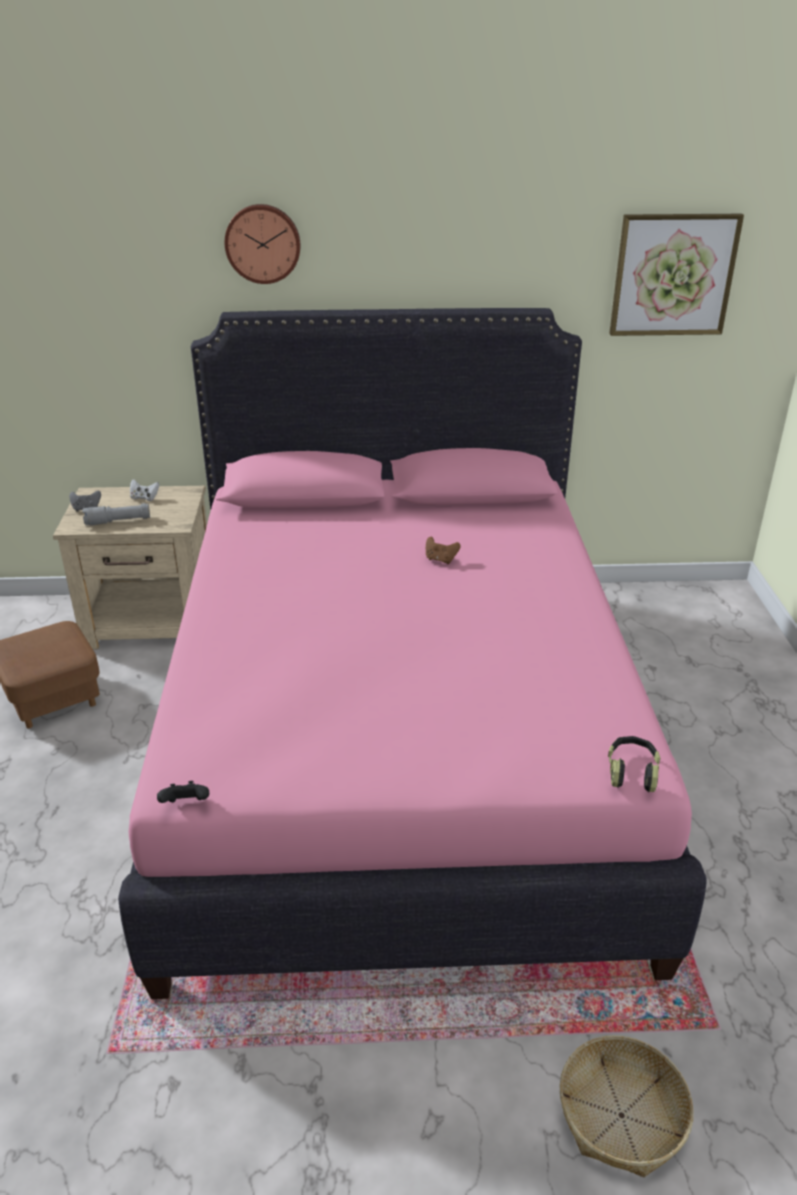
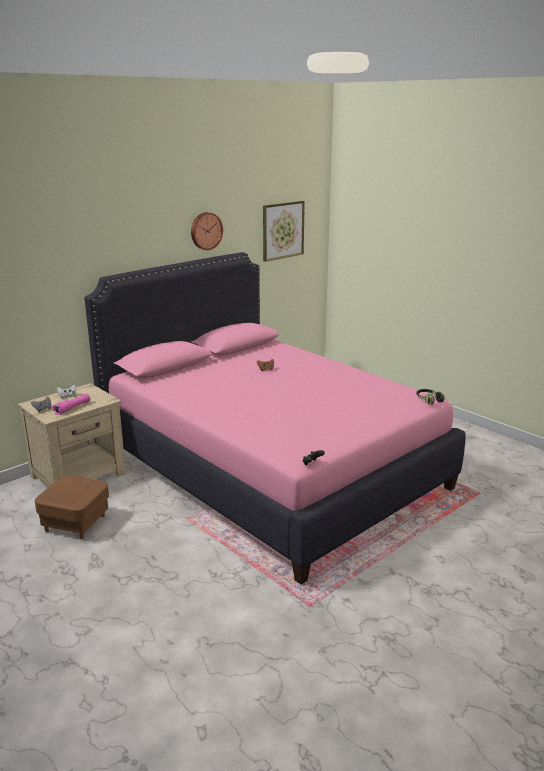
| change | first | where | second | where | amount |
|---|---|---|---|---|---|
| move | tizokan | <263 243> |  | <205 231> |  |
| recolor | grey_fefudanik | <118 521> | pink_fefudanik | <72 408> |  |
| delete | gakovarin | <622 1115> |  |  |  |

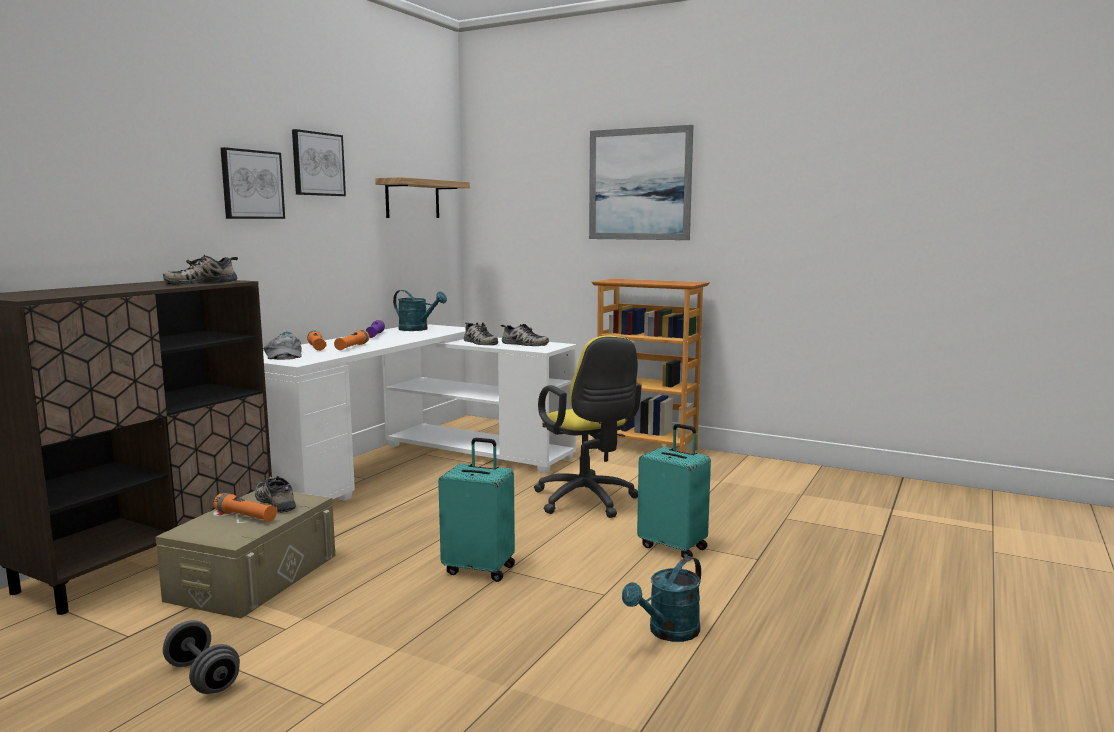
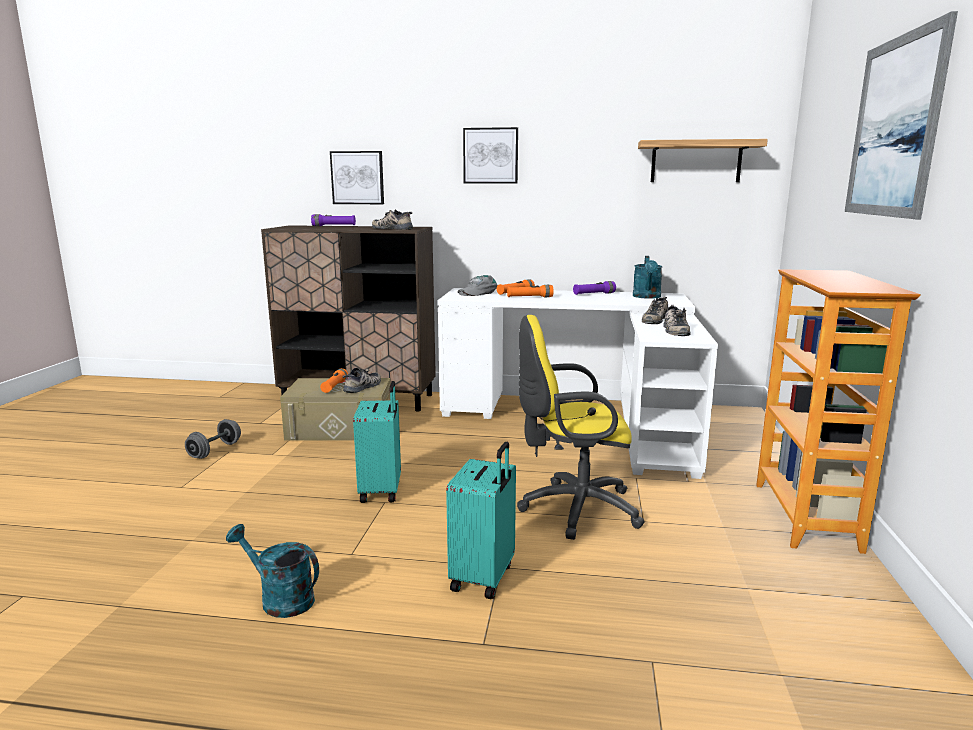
| change | first | where | second | where | amount |
|---|---|---|---|---|---|
| move | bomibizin | <317 164> |  | <357 178> |  |
| rotate | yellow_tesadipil | <587 502> |  | <573 509> | 45 degrees clockwise |
| insert |  |  | purple_fefudanik | <333 226> |  |

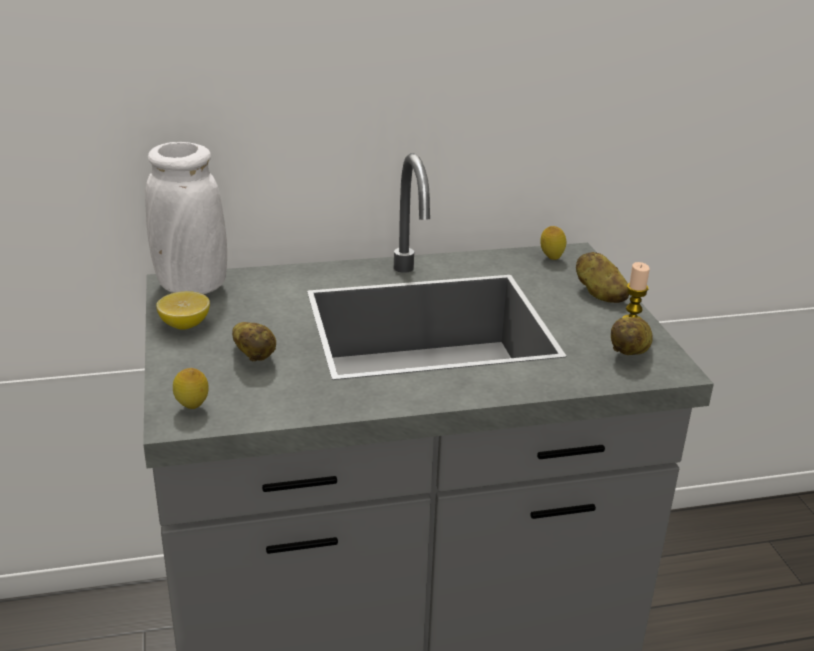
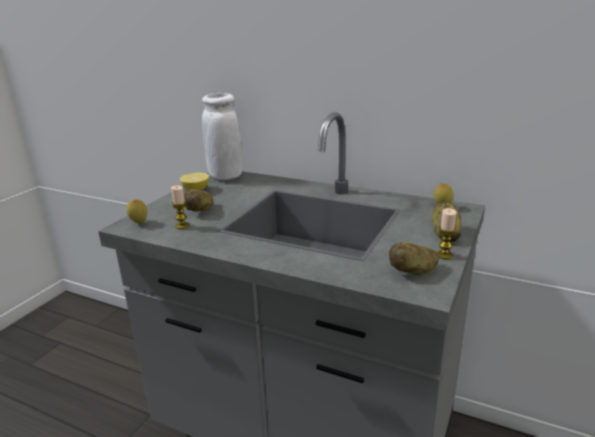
| change | first | where | second | where | amount |
|---|---|---|---|---|---|
| insert |  |  | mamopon | <182 226> |  |

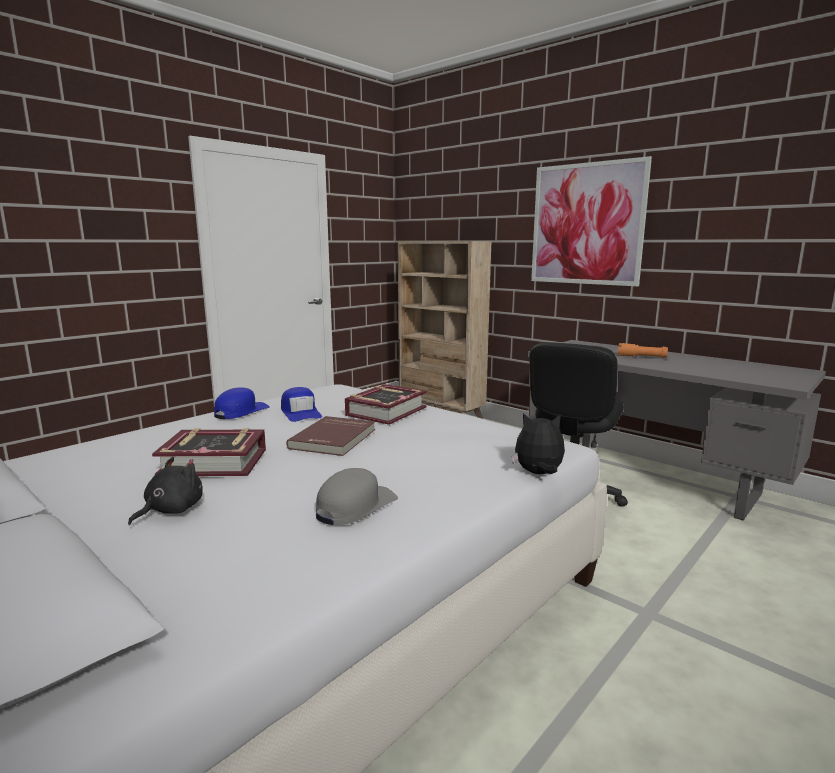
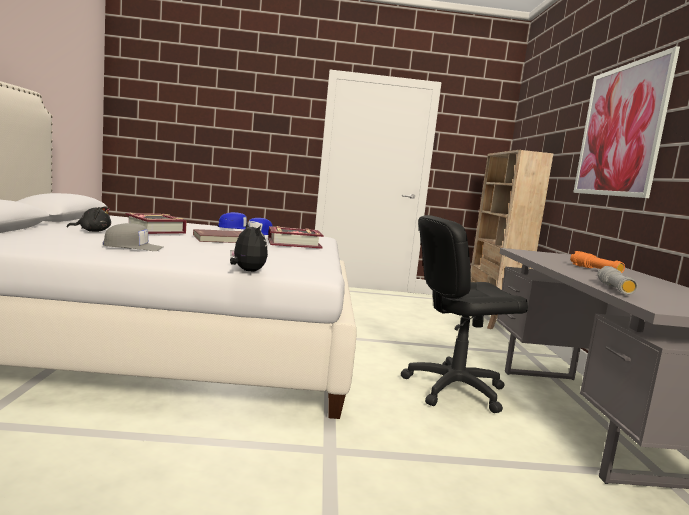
| change | first | where | second | where | amount |
|---|---|---|---|---|---|
| insert |  |  | grey_fefudanik | <615 289> |  |

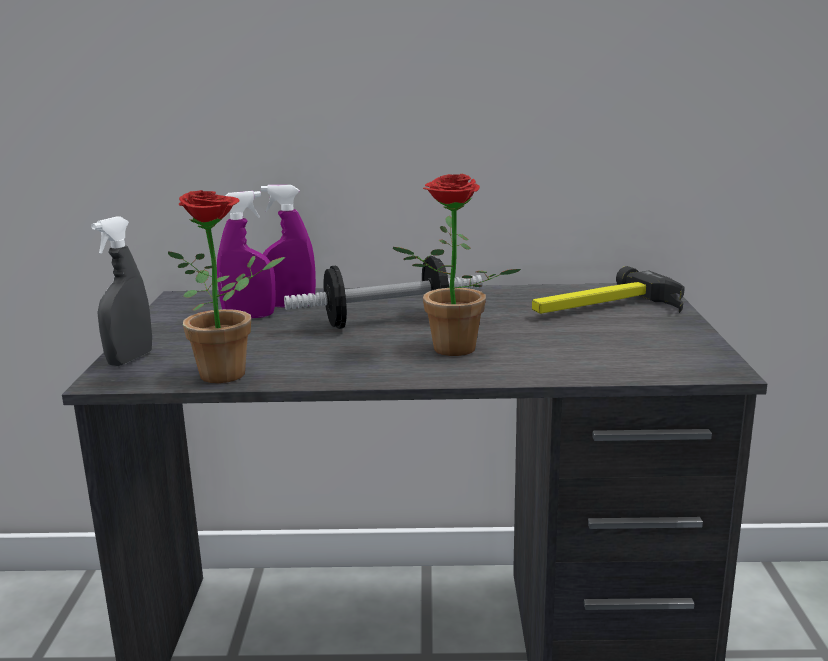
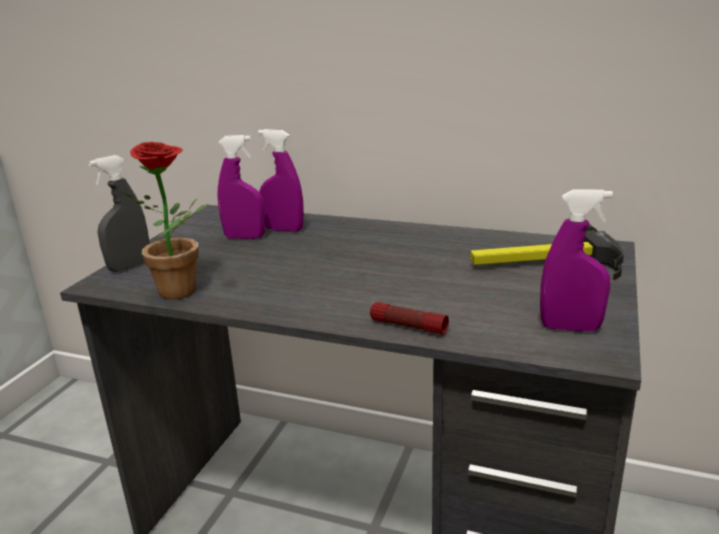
| change | first | where | second | where | amount |
|---|---|---|---|---|---|
| delete | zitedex | <449 351> |  |  |  |
| delete | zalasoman | <386 321> |  |  |  |
| insert |  |  | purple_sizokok | <570 328> |  |
| insert |  |  | fefudanik | <408 326> |  |

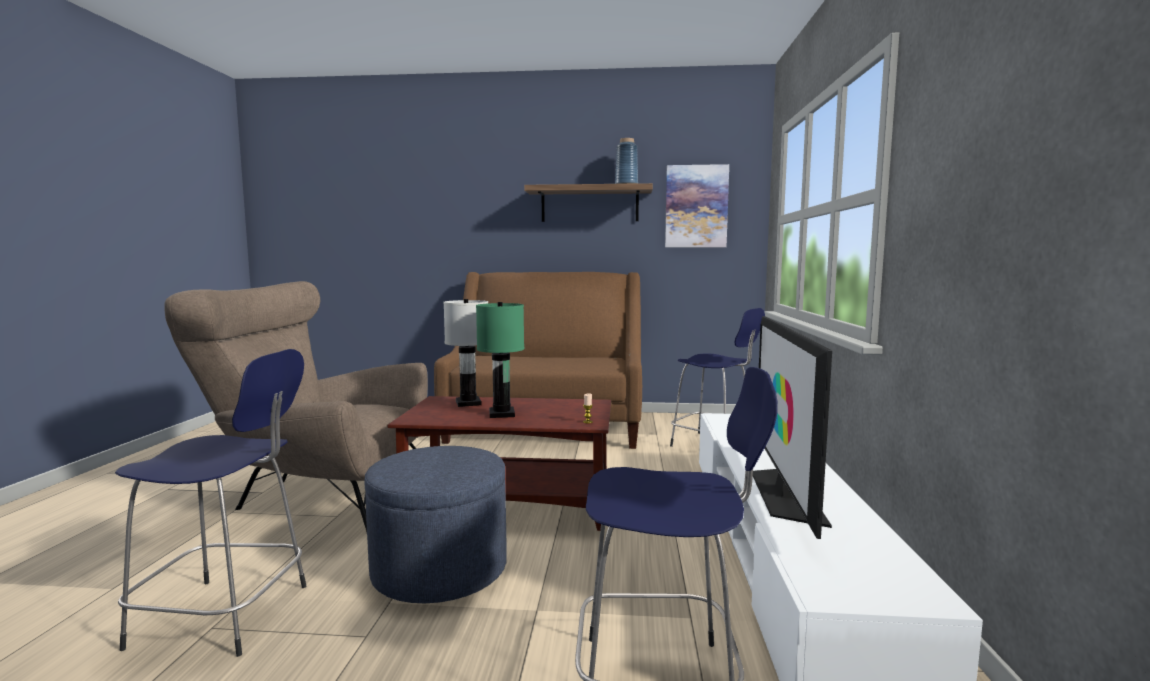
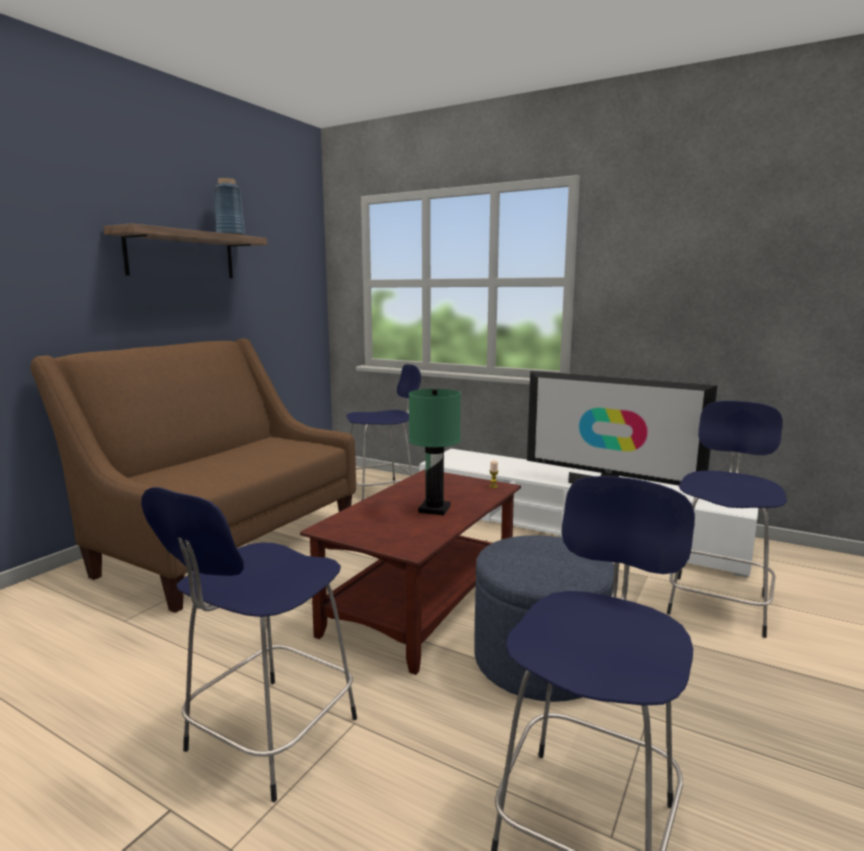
| change | first | where | second | where | amount |
|---|---|---|---|---|---|
| delete | bomibizin | <696 206> |  |  |  |
| replace | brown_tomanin | <320 497> | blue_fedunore | <268 738> |  |
| delete | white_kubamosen | <468 403> |  |  |  |

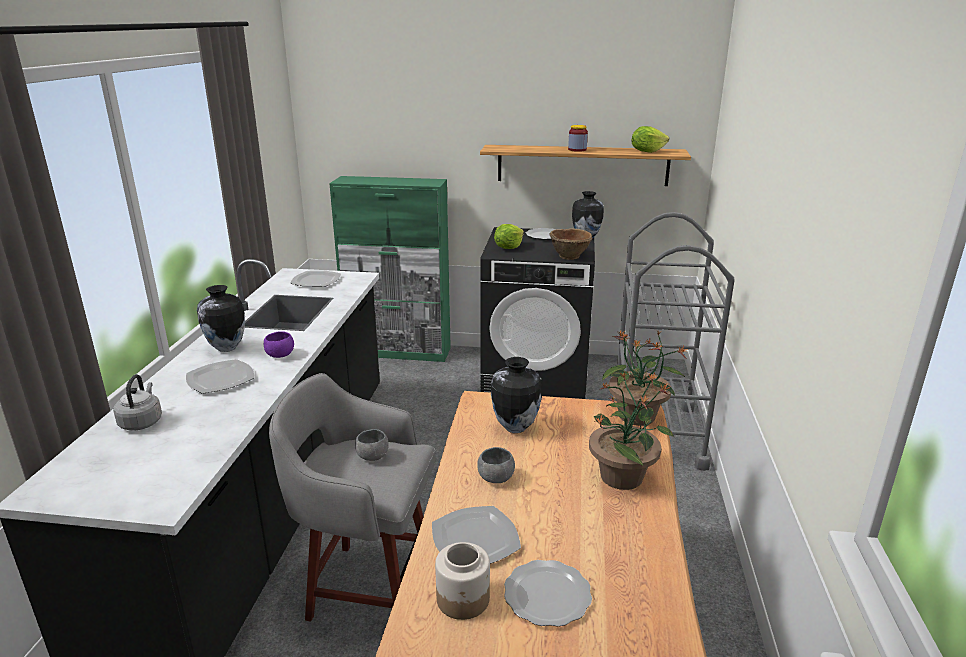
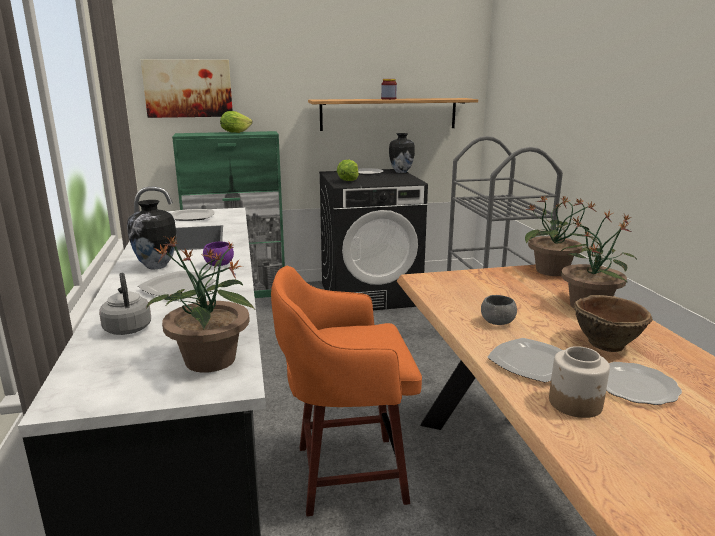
| change | first | where | second | where | amount |
|---|---|---|---|---|---|
| move | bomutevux | <647 151> |  | <235 132> |  |
| move | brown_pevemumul | <570 256> |  | <606 343> |  |
| delete | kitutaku | <514 427> |  |  |  |
| recolor | grey_fedunore | <367 587> | orange_fedunore | <345 474> |  |
| delete | grey_pevemumul | <372 456> |  |  |  |
| insert |  |  | bomibizin | <188 88> |  |
| insert |  |  | zitedex | <210 361> |  |

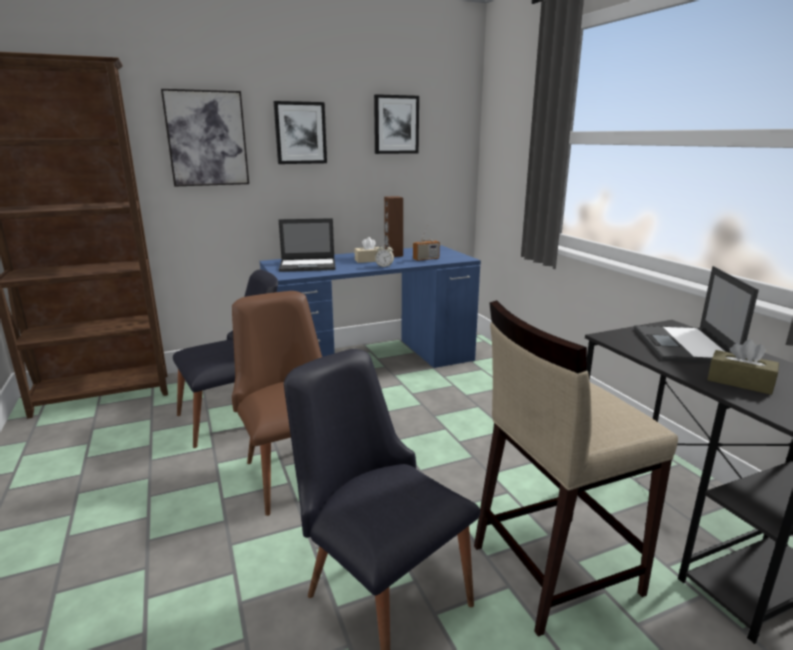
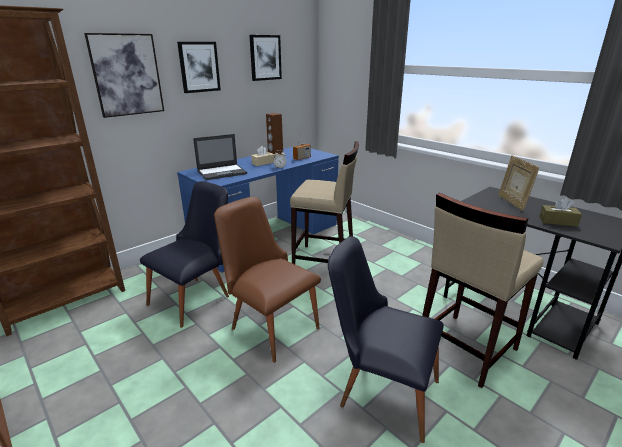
| change | first | where | second | where | amount |
|---|---|---|---|---|---|
| replace | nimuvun | <684 345> | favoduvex | <512 203> |  |
| insert |  |  | beige_fedunore | <324 260> |  |

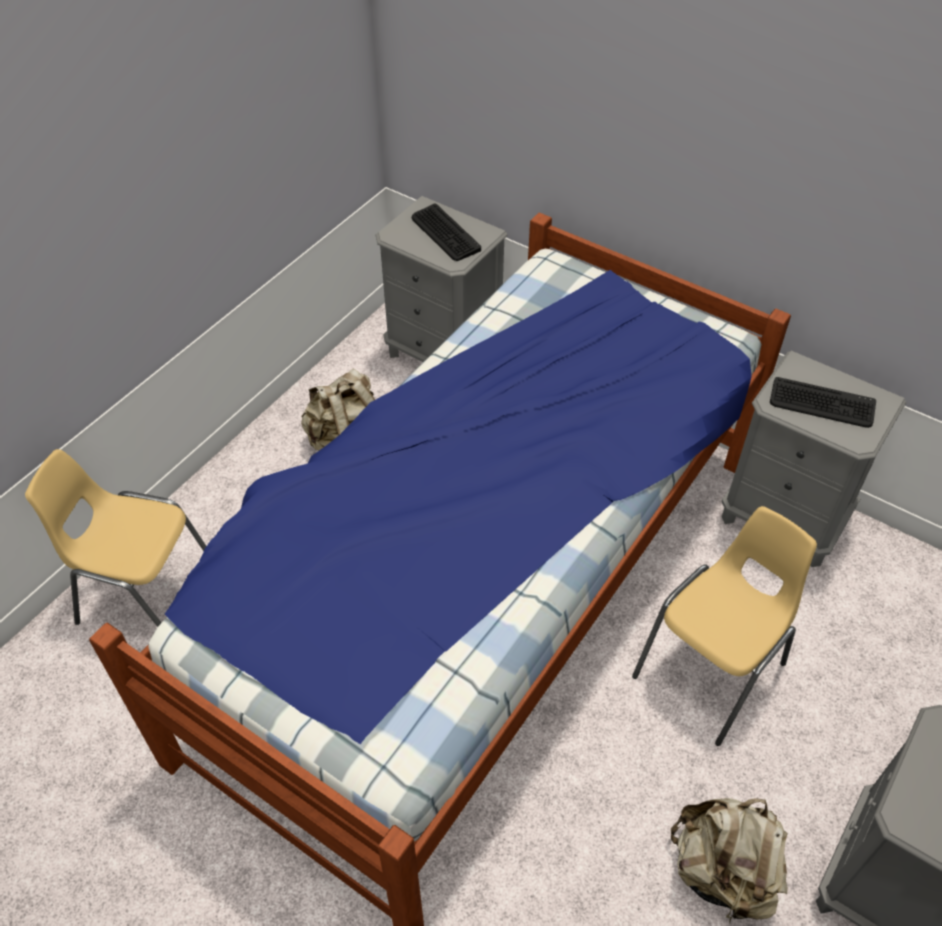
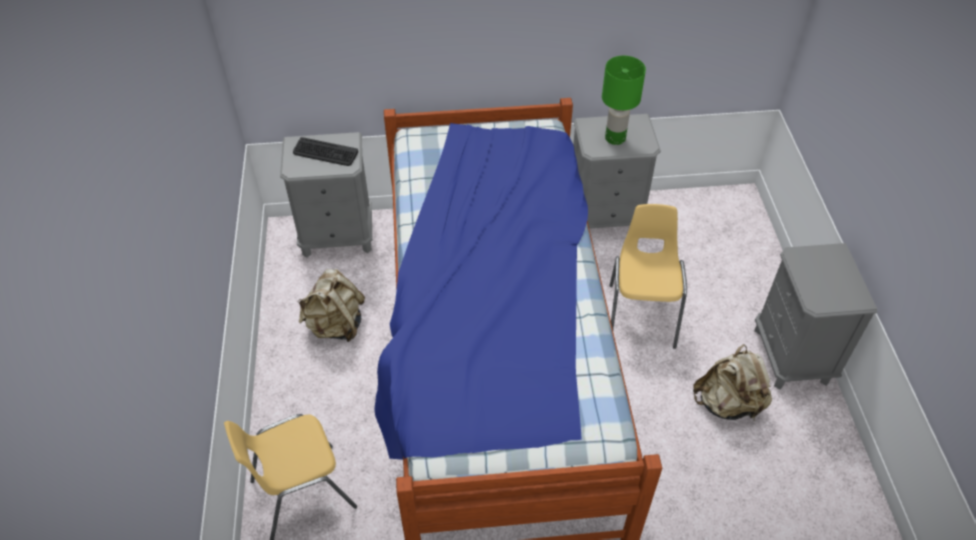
| change | first | where | second | where | amount |
|---|---|---|---|---|---|
| replace | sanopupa | <821 404> | green_kubamosen | <615 138> |  |

